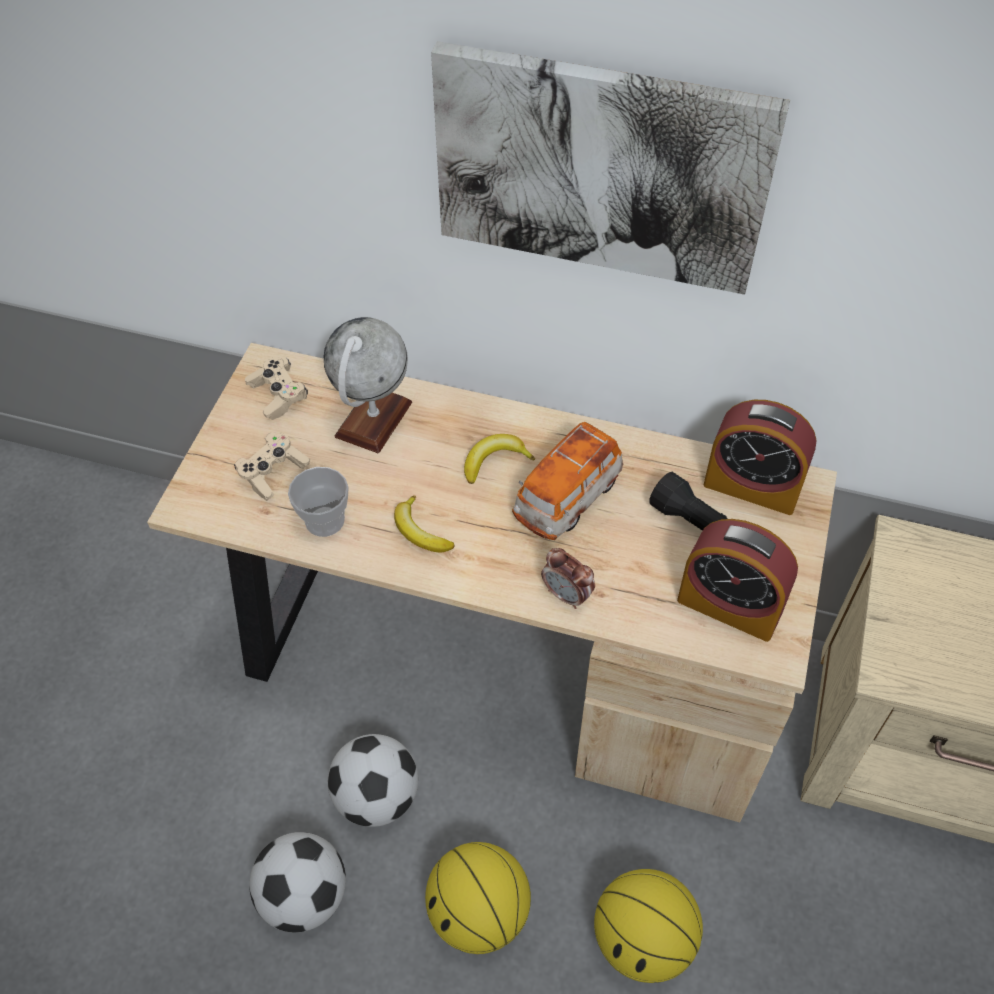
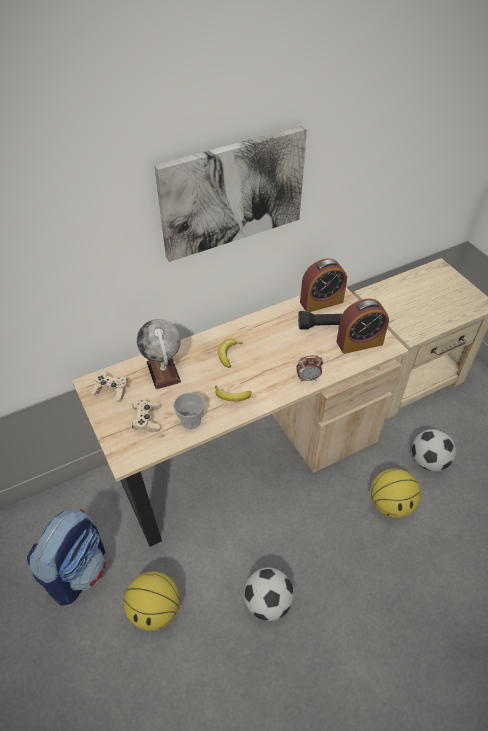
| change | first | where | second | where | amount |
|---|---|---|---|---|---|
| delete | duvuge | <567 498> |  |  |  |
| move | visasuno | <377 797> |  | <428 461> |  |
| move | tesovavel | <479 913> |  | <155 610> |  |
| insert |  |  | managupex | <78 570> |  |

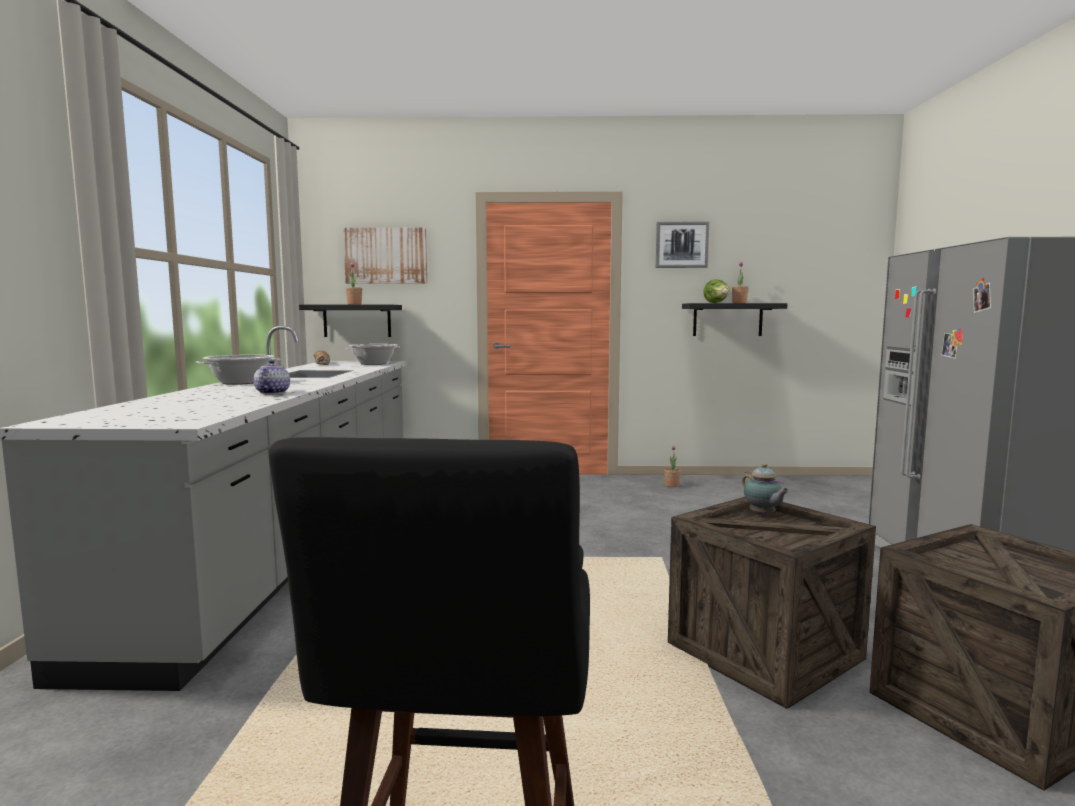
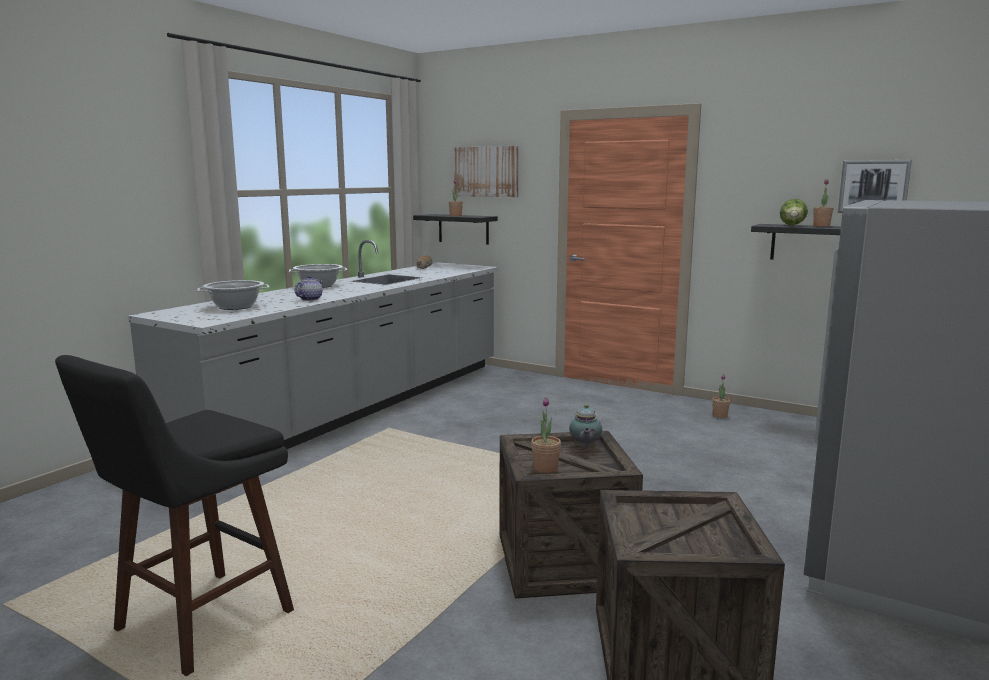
| change | first | where | second | where | amount |
|---|---|---|---|---|---|
| move | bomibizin | <681 245> |  | <873 187> |  |
| move | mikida | <373 363> |  | <235 307> |  |
| insert |  |  | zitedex | <545 468> |  |

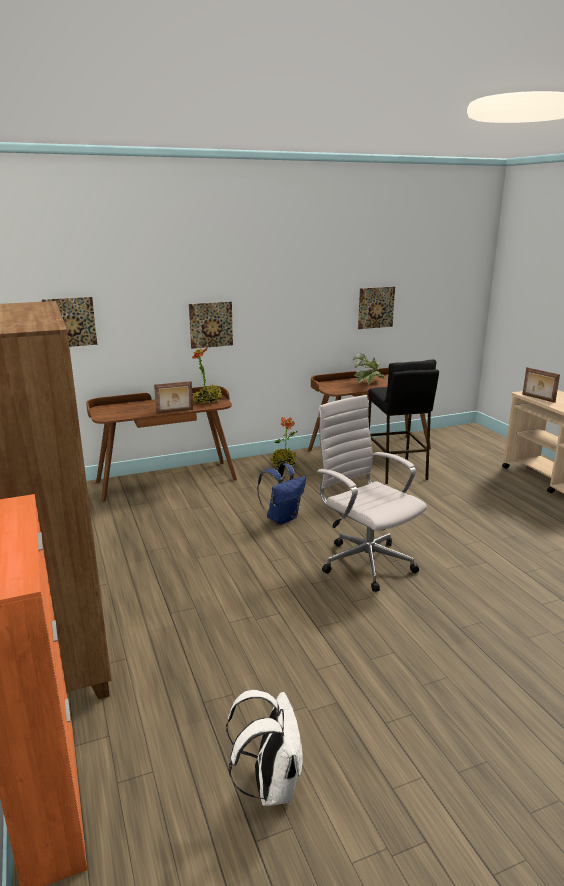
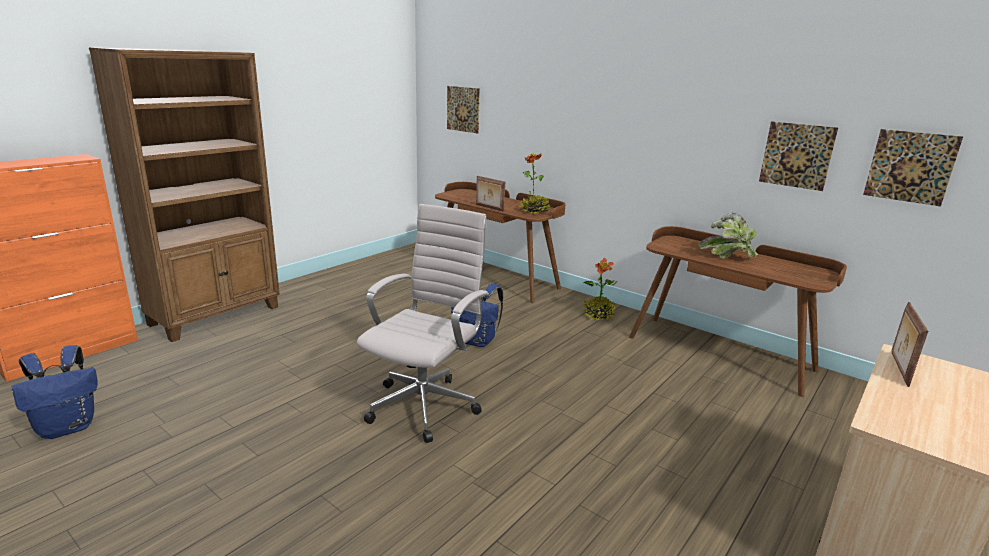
| change | first | where | second | where | amount |
|---|---|---|---|---|---|
| move | bomibizin | <211 325> |  | <910 167> |  |
| delete | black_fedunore | <396 470> |  |  |  |
| recolor | white_managupex | <270 785> | blue_managupex | <68 427> |  |

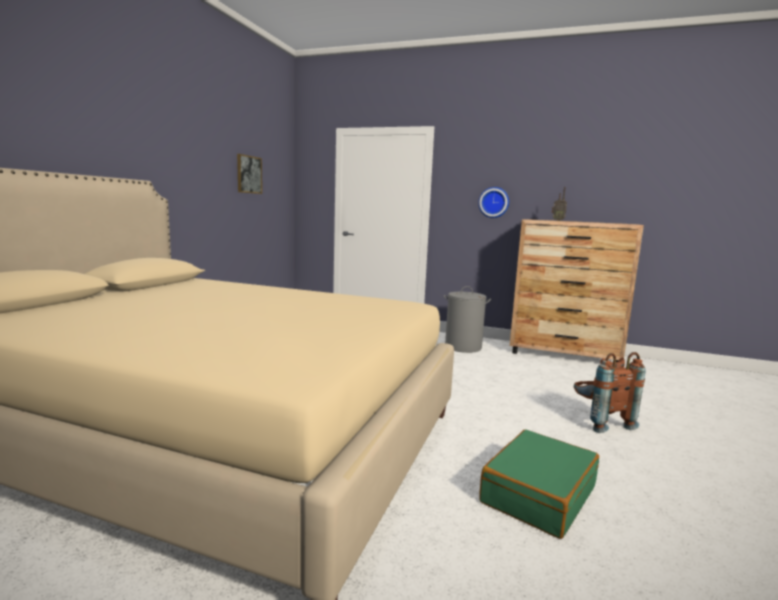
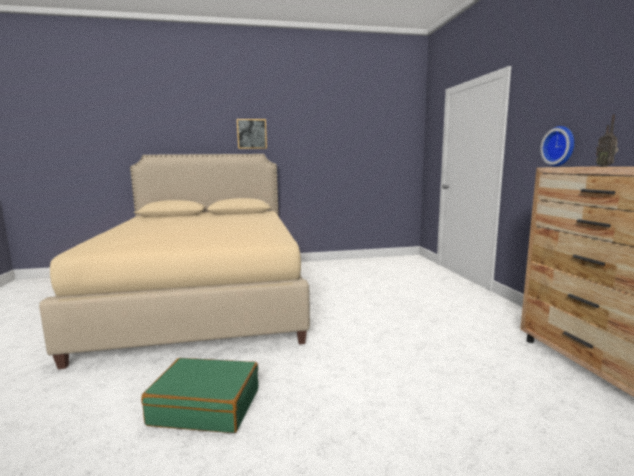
| change | first | where | second | where | amount |
|---|---|---|---|---|---|
| move | bomibizin | <249 174> |  | <252 134> |  |
| delete | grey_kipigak | <463 347> |  |  |  |
| delete | brown_managupex | <599 421> |  |  |  |

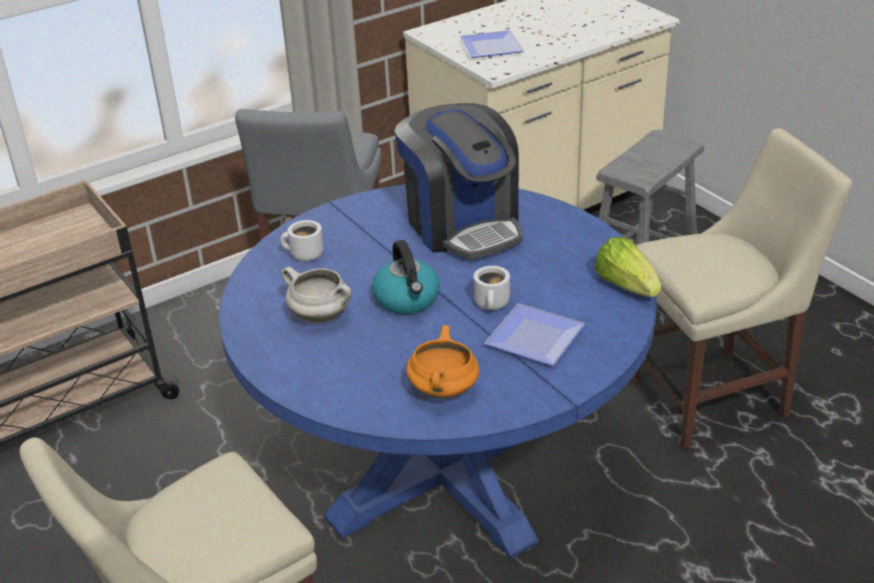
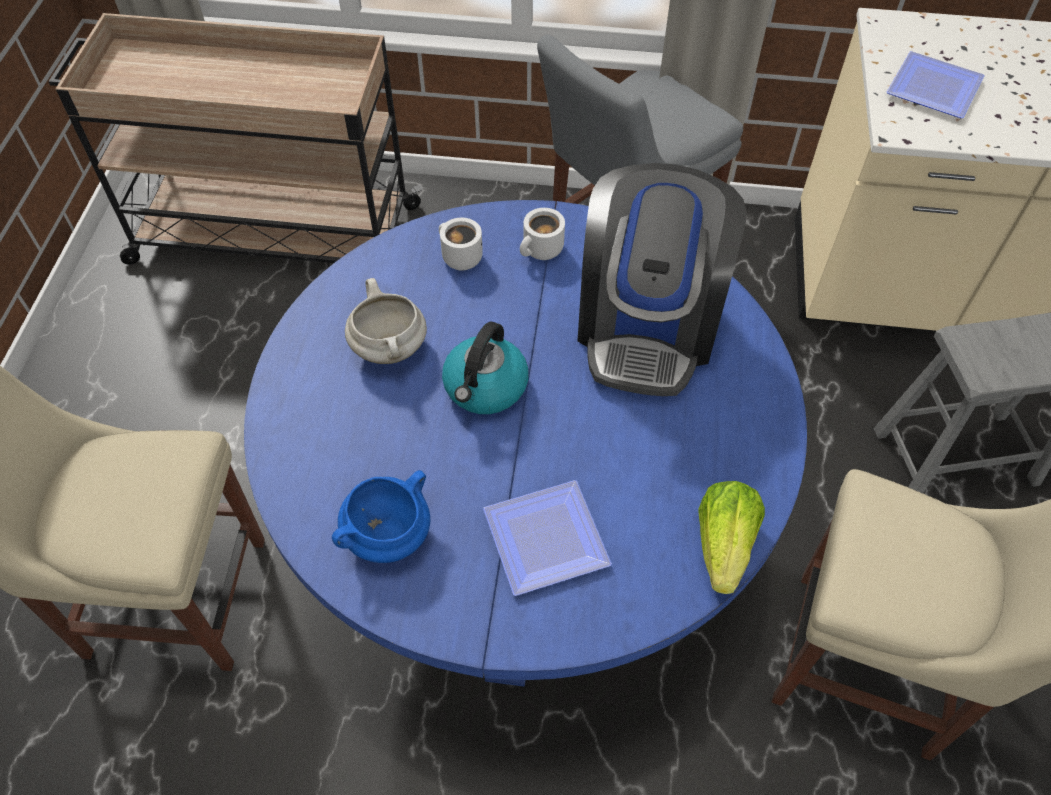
| change | first | where | second | where | amount |
|---|---|---|---|---|---|
| move | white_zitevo | <493 304> |  | <542 251> |  |
| recolor | orange_mikida | <444 391> | blue_mikida | <387 536> |  |

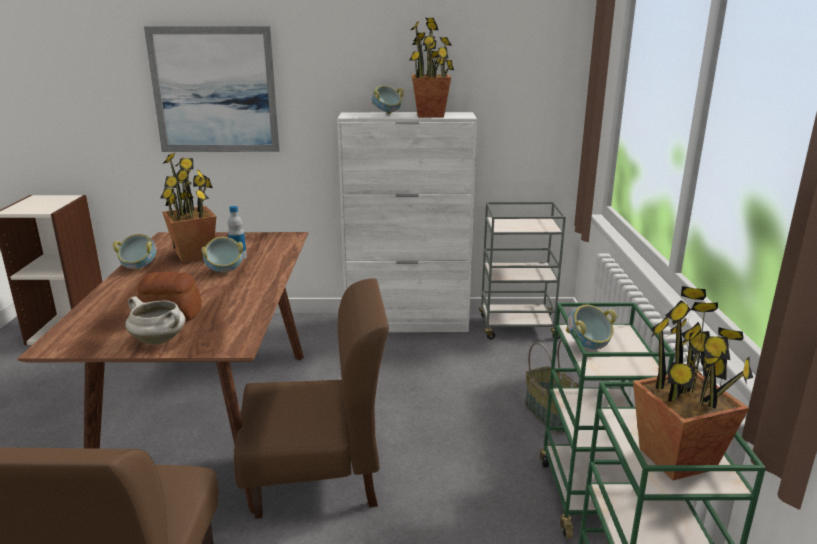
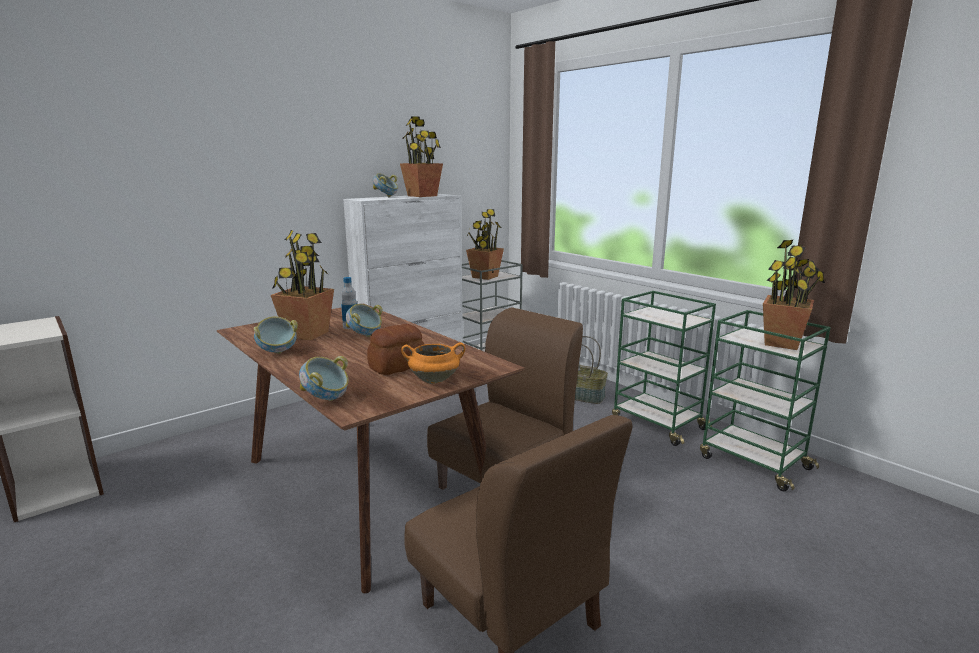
| change | first | where | second | where | amount |
|---|---|---|---|---|---|
| delete | bomibizin | <215 90> |  |  |  |
| recolor | white_mikida | <160 340> | orange_mikida | <434 380> |  |
| move | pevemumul | <587 347> |  | <326 400> |  |
| insert |  |  | zitedex | <485 277> |  |

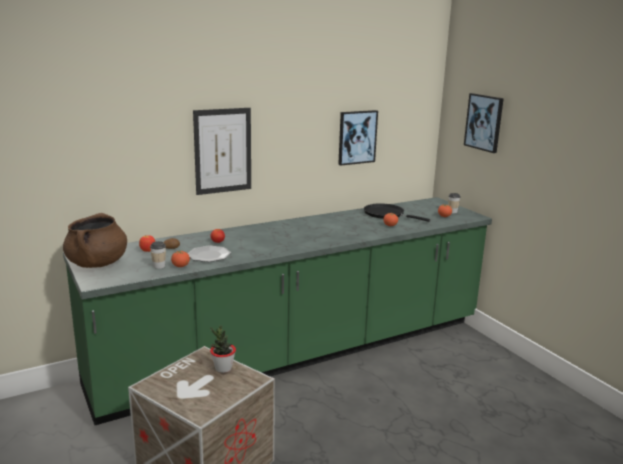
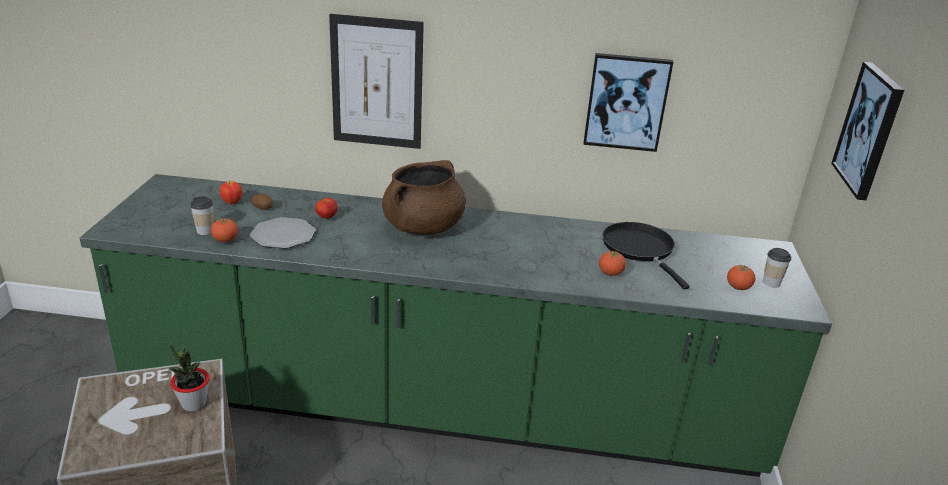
| change | first | where | second | where | amount |
|---|---|---|---|---|---|
| move | brown_mikida | <97 264> |  | <423 227> |  |

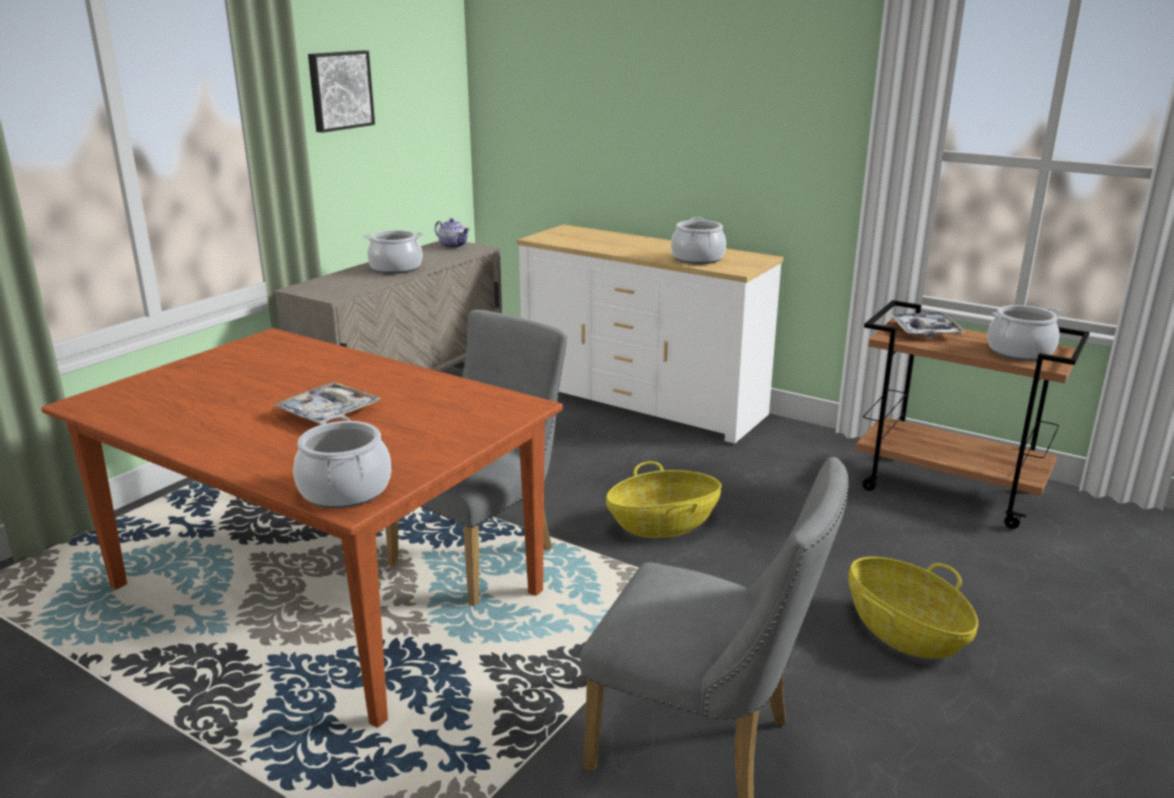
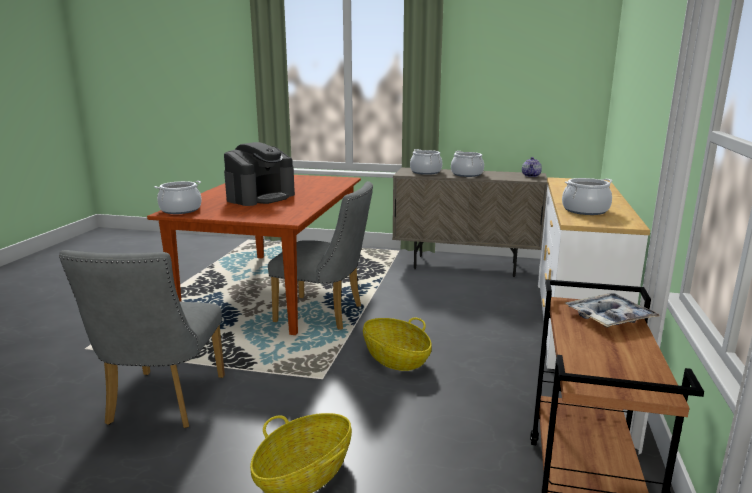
| change | first | where | second | where | amount |
|---|---|---|---|---|---|
| delete | bomibizin | <339 90> |  |  |  |
| move | mikida | <1019 352> |  | <425 172> |  |
| replace | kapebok | <328 412> | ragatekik | <261 197> |  |

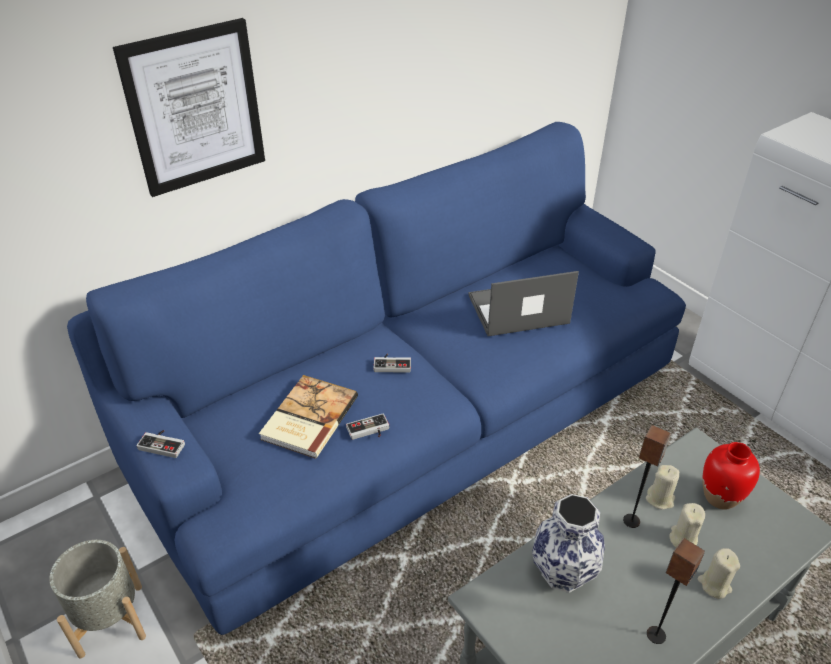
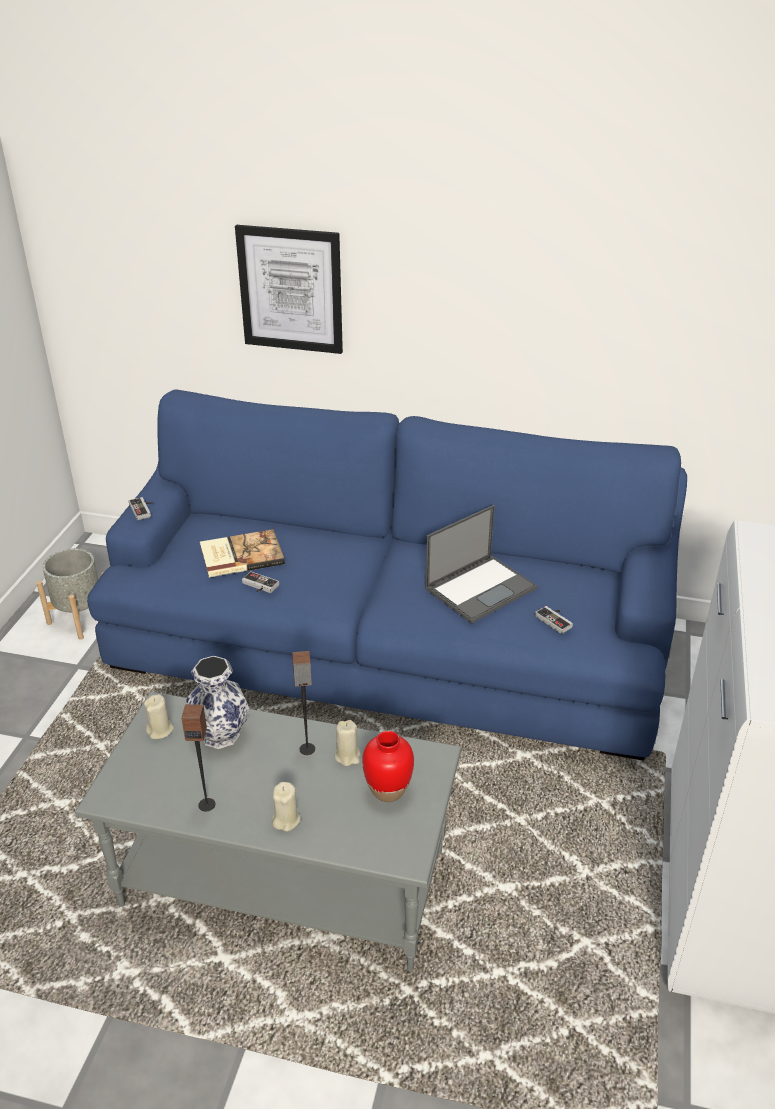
| change | first | where | second | where | amount |
|---|---|---|---|---|---|
| rotate | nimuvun | <517 310> |  | <481 588> | 105 degrees clockwise |
| move | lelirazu | <392 364> |  | <556 620> |  |
| move | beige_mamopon | <683 538> |  | <160 730> |  |

